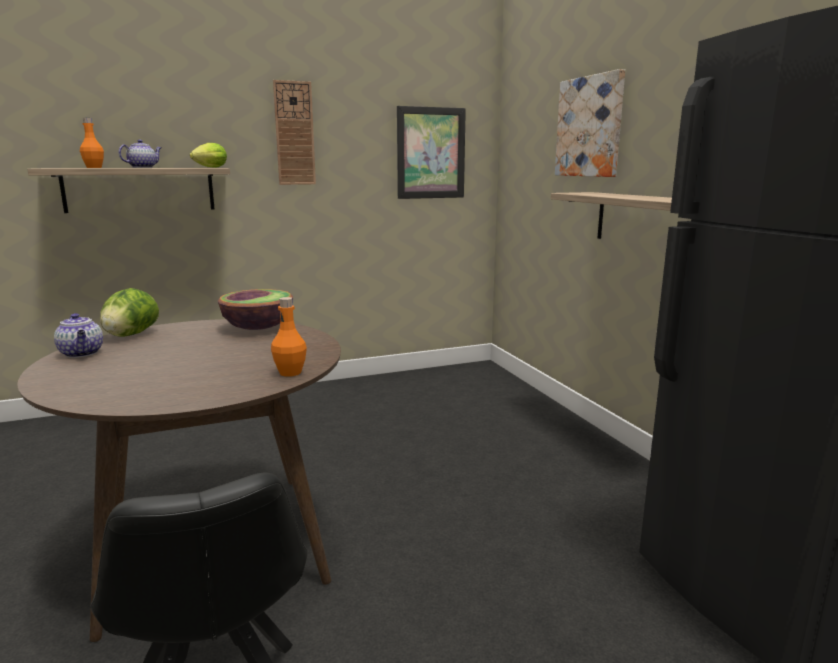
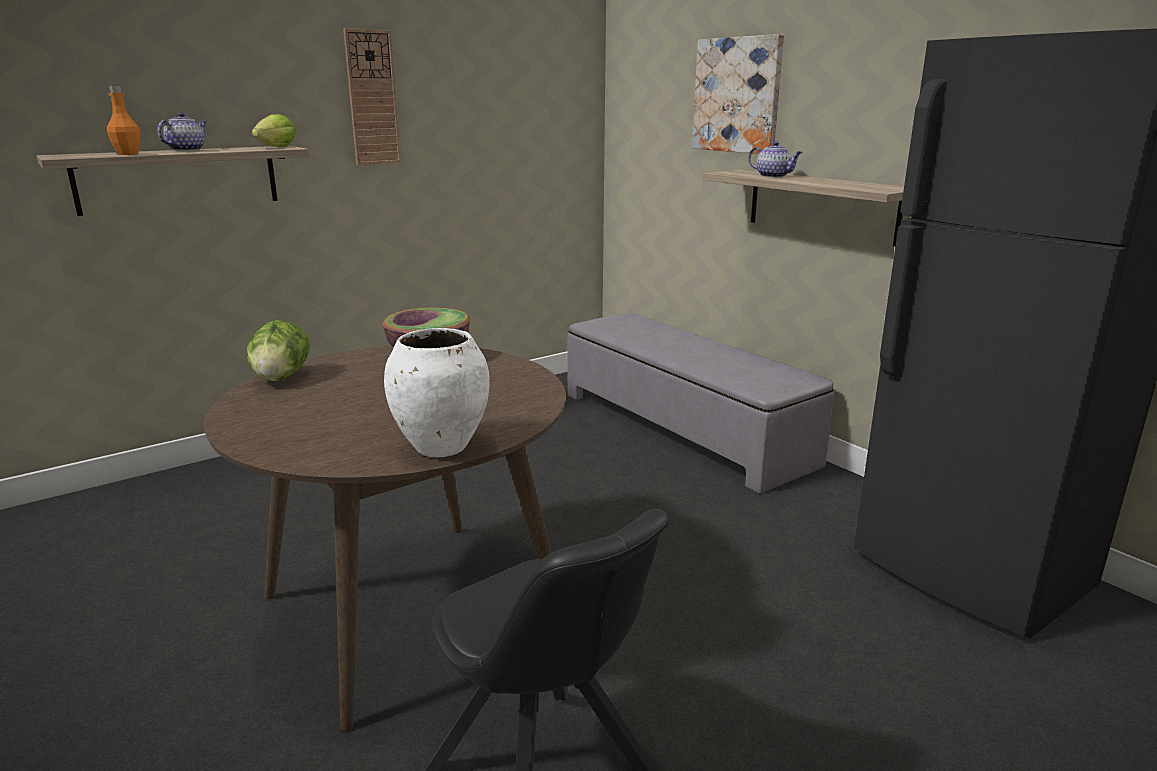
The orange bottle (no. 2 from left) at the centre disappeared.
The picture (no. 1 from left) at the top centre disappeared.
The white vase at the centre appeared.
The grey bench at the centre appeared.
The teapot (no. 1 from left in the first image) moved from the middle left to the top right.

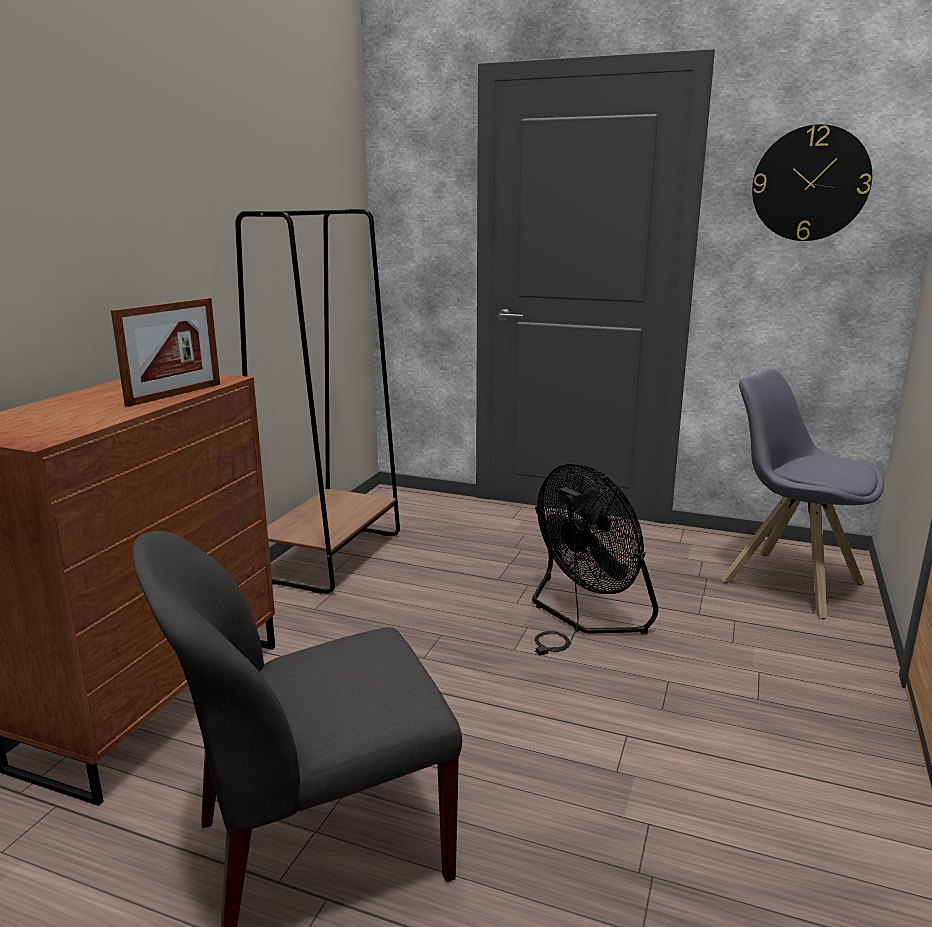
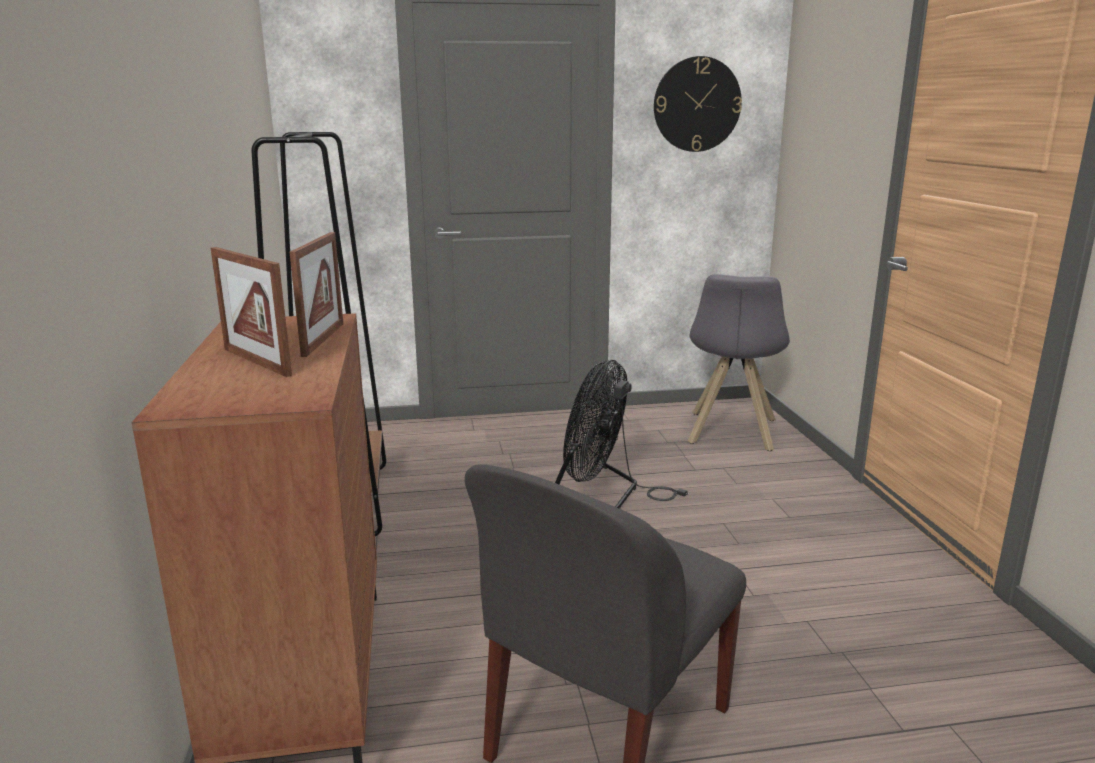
The picture frame (no. 1 from left) at the middle left appeared.
The black fan at the centre turned 90 degrees counterclockwise.
The grey chair (no. 2 from left) at the middle right turned 90 degrees counterclockwise.

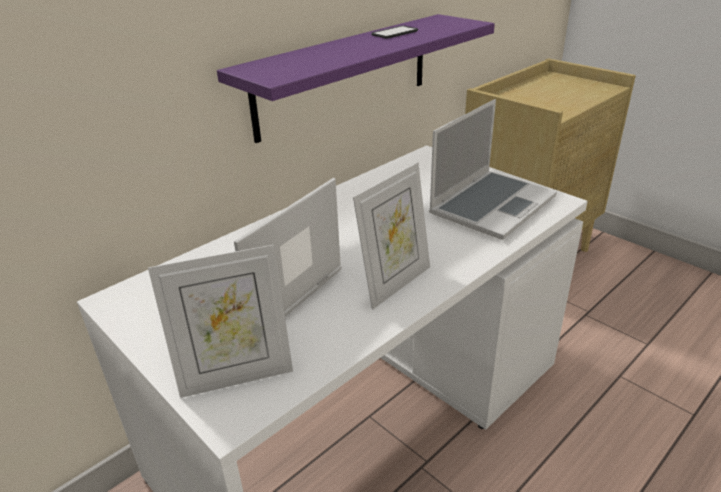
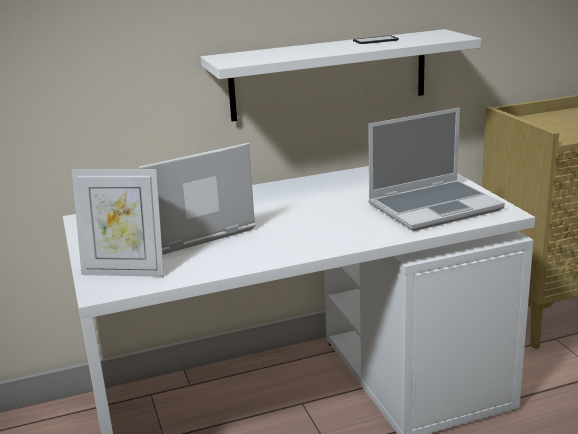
The picture frame (no. 2 from left) at the centre disappeared.
The purple shelf at the top centre became the white shelf at the top centre.

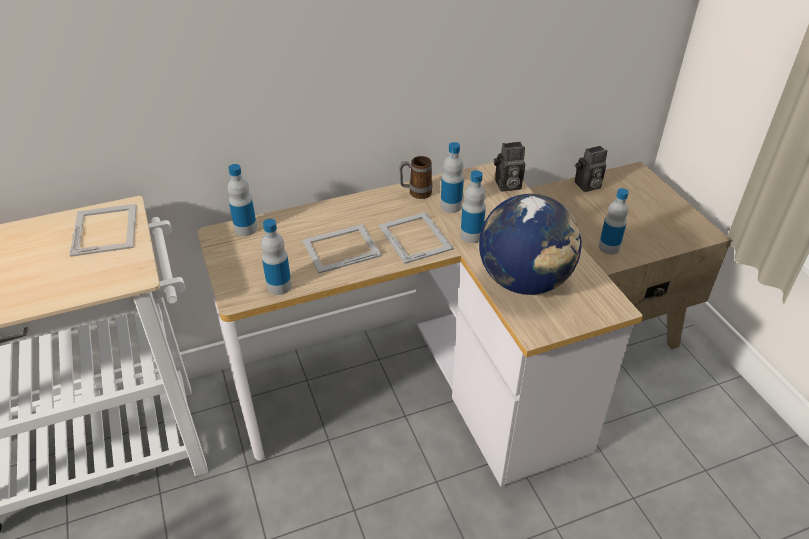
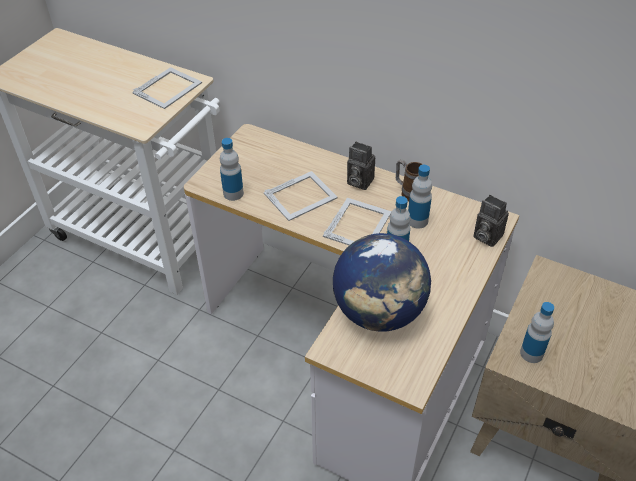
The bottle (no. 1 from left) at the middle left disappeared.
The photo camera (no. 2 from left in the first image) moved from the top right to the centre.
The picture frame (no. 2 from left) at the centre turned 120 degrees clockwise.

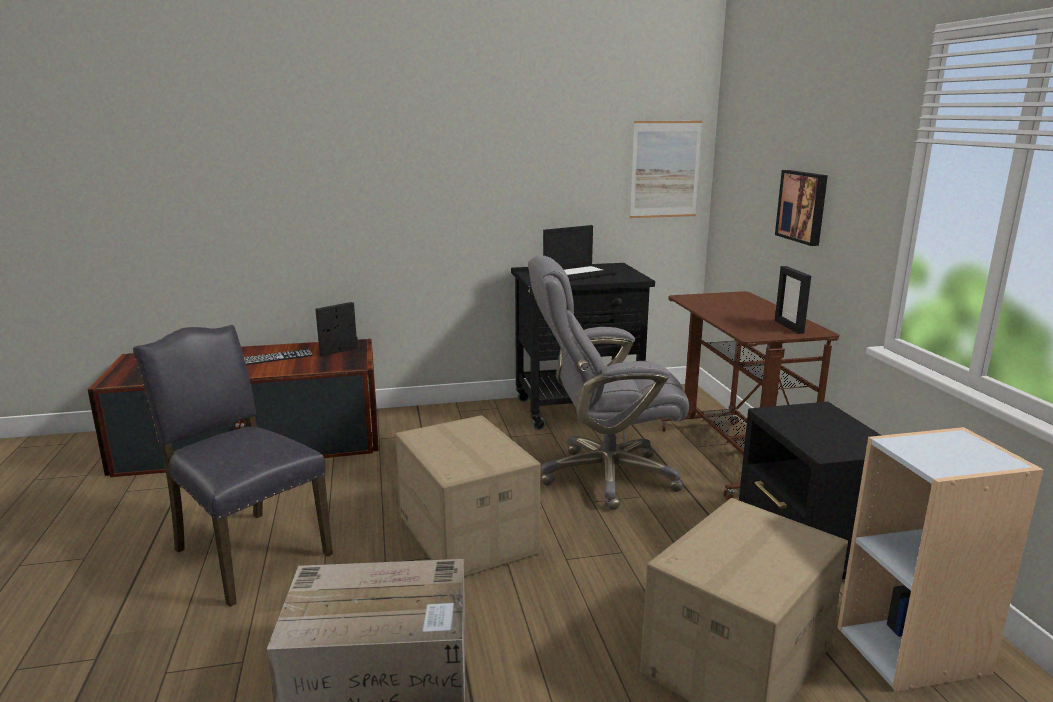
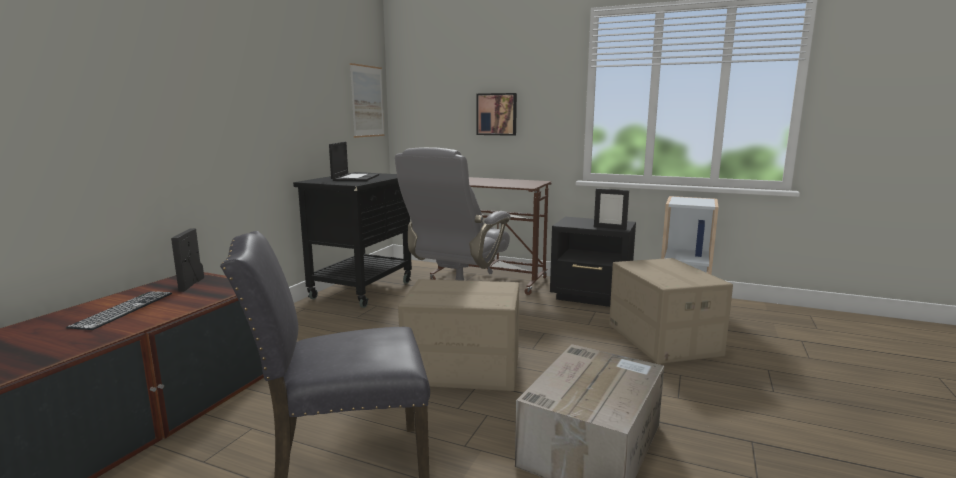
The picture frame (no. 2 from left) moved from the middle right to the centre.

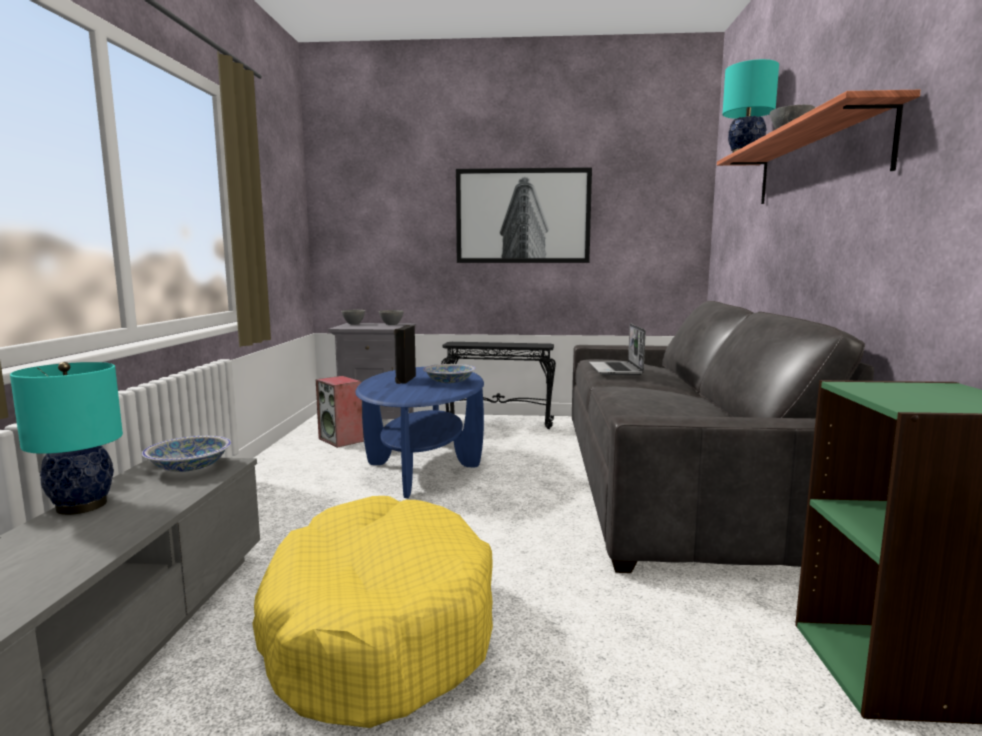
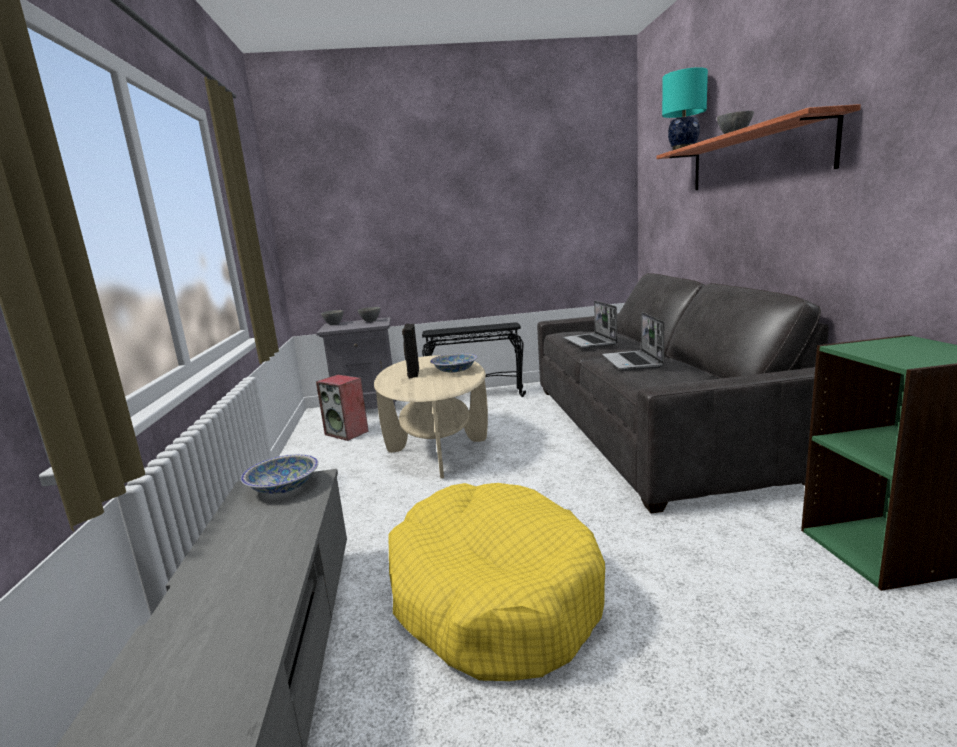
The turquoise table lamp (no. 1 from left) at the middle left disappeared.
The picture at the top centre disappeared.
The laptop (no. 2 from left) at the centre appeared.
The blue coffee table at the centre became the beige coffee table at the centre.

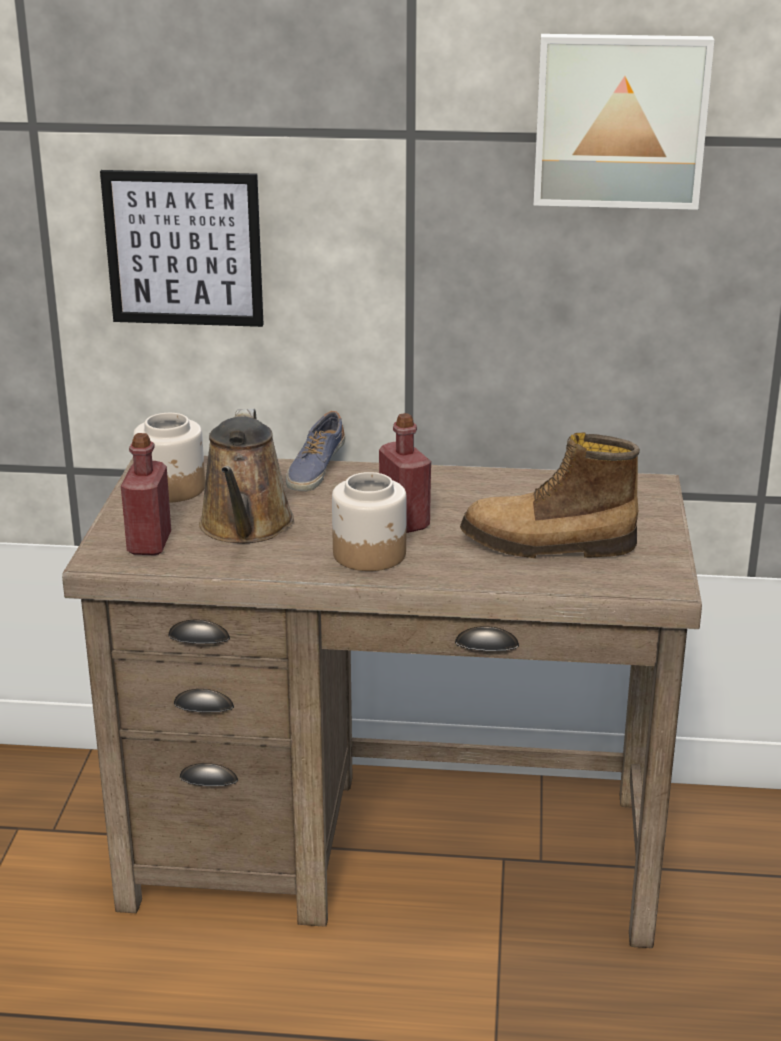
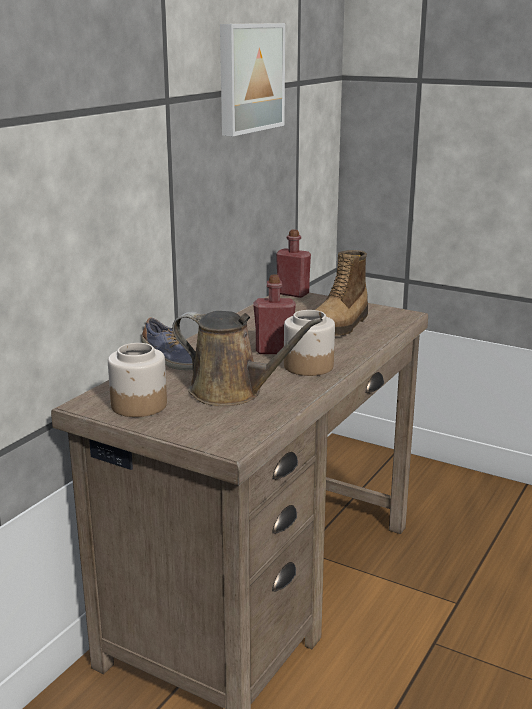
The picture (no. 1 from left) at the top left disappeared.
The red bottle (no. 1 from left in the first image) moved from the middle left to the centre.

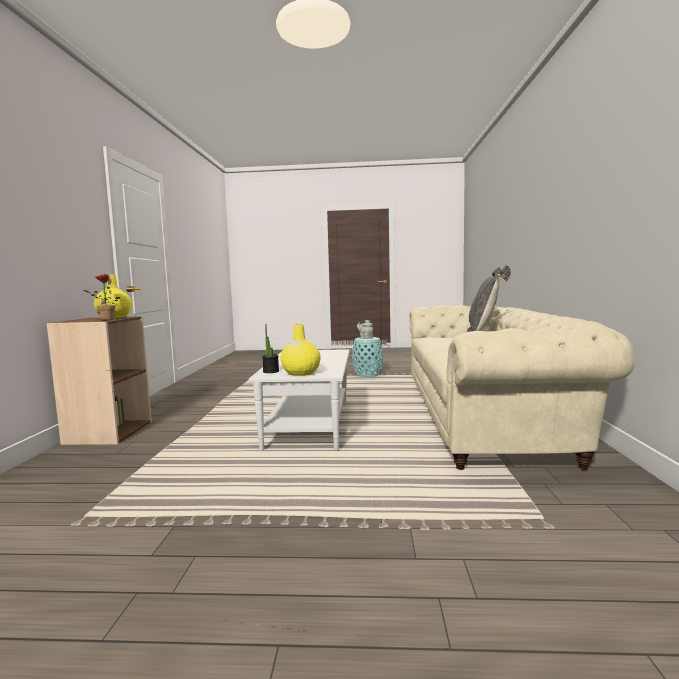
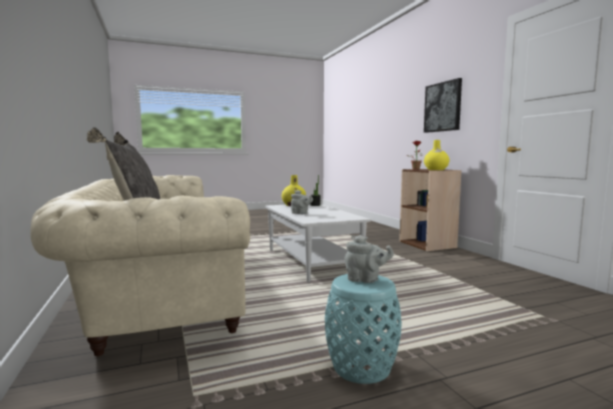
The grey teapot (no. 1 from left) at the centre appeared.
The picture at the top right appeared.

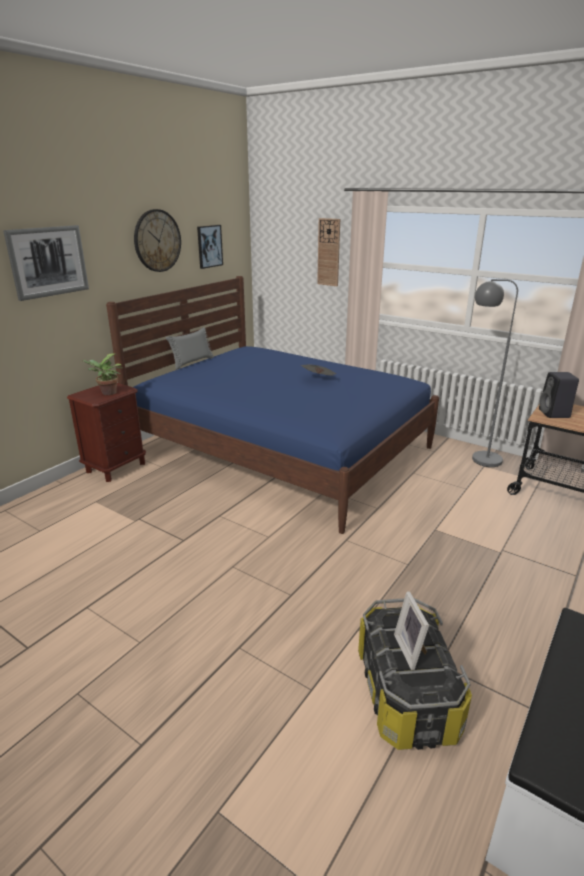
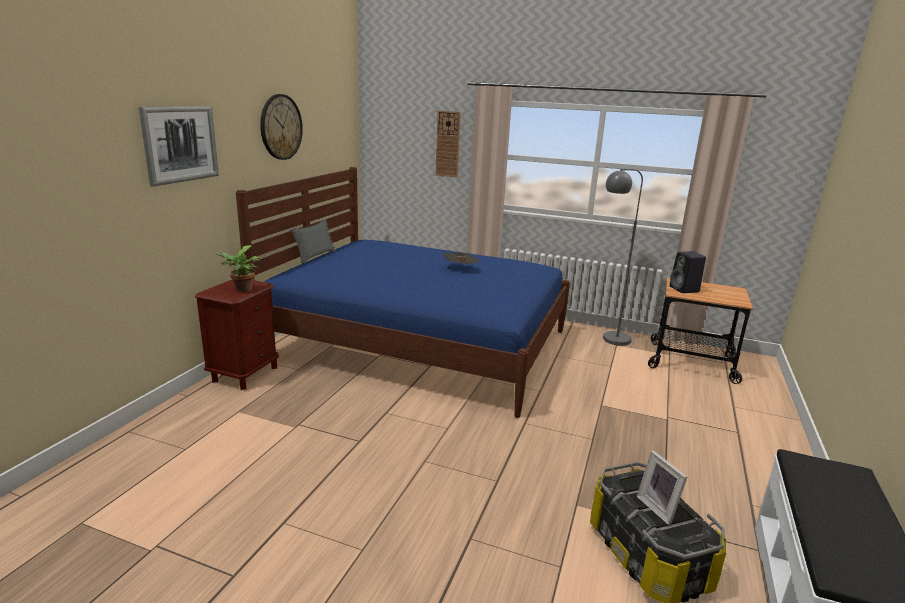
The picture (no. 2 from left) at the top centre disappeared.

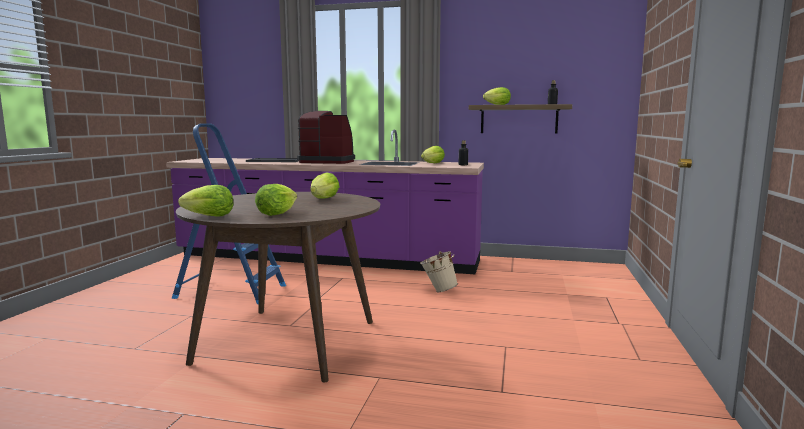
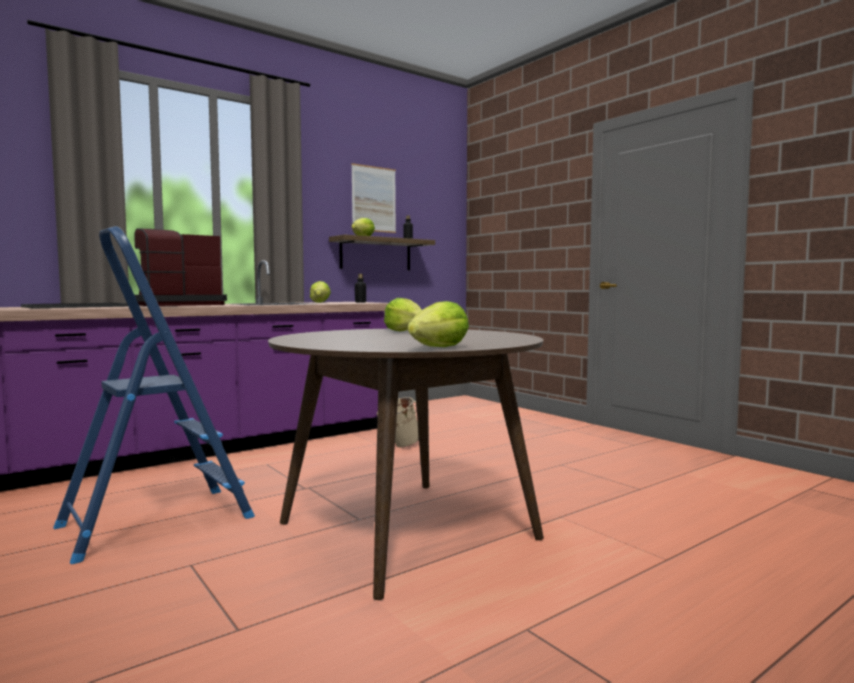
The lettuce (no. 2 from left) at the centre disappeared.
The picture at the top centre appeared.

